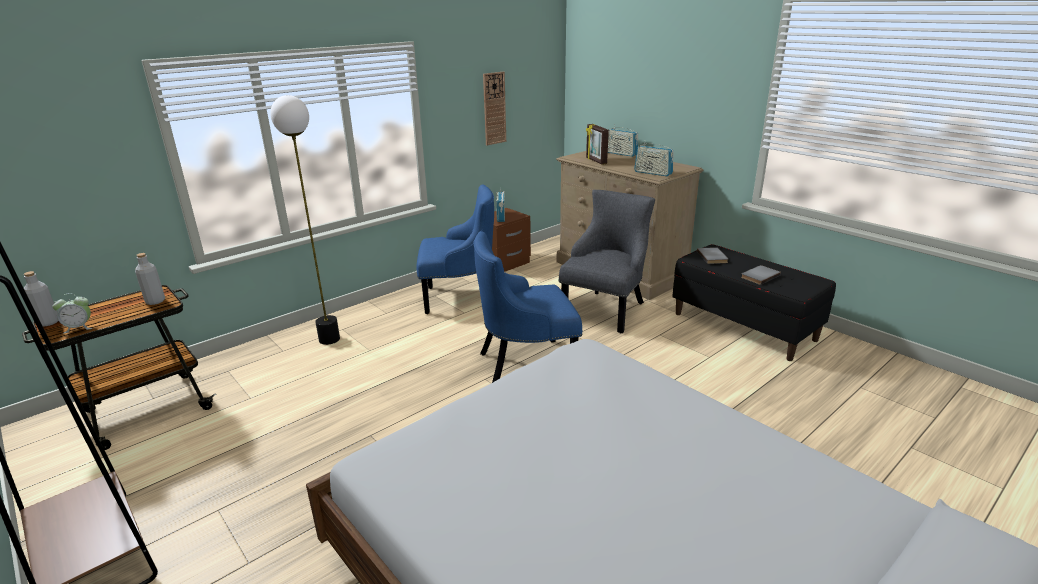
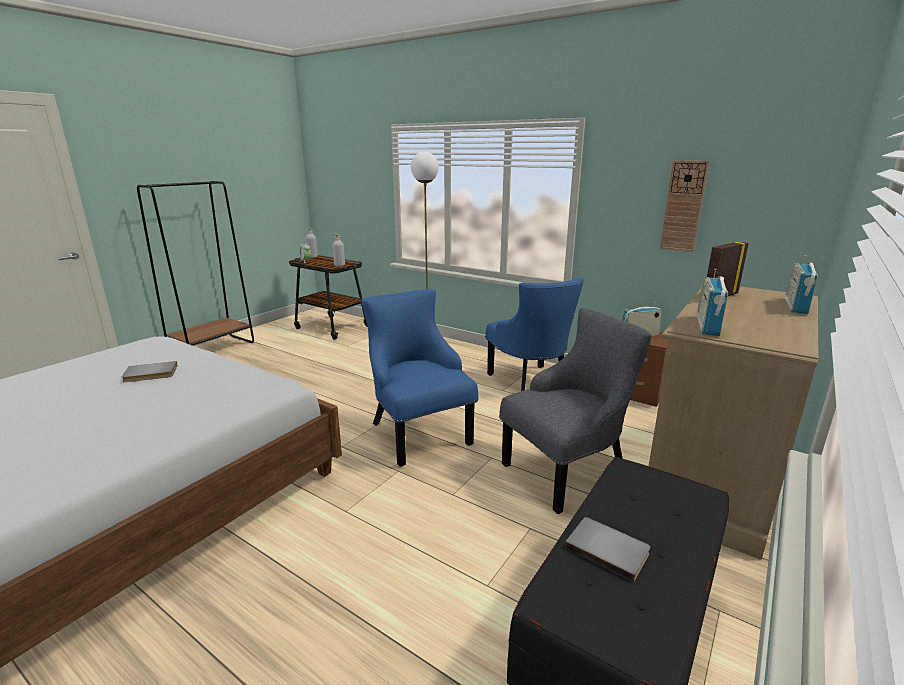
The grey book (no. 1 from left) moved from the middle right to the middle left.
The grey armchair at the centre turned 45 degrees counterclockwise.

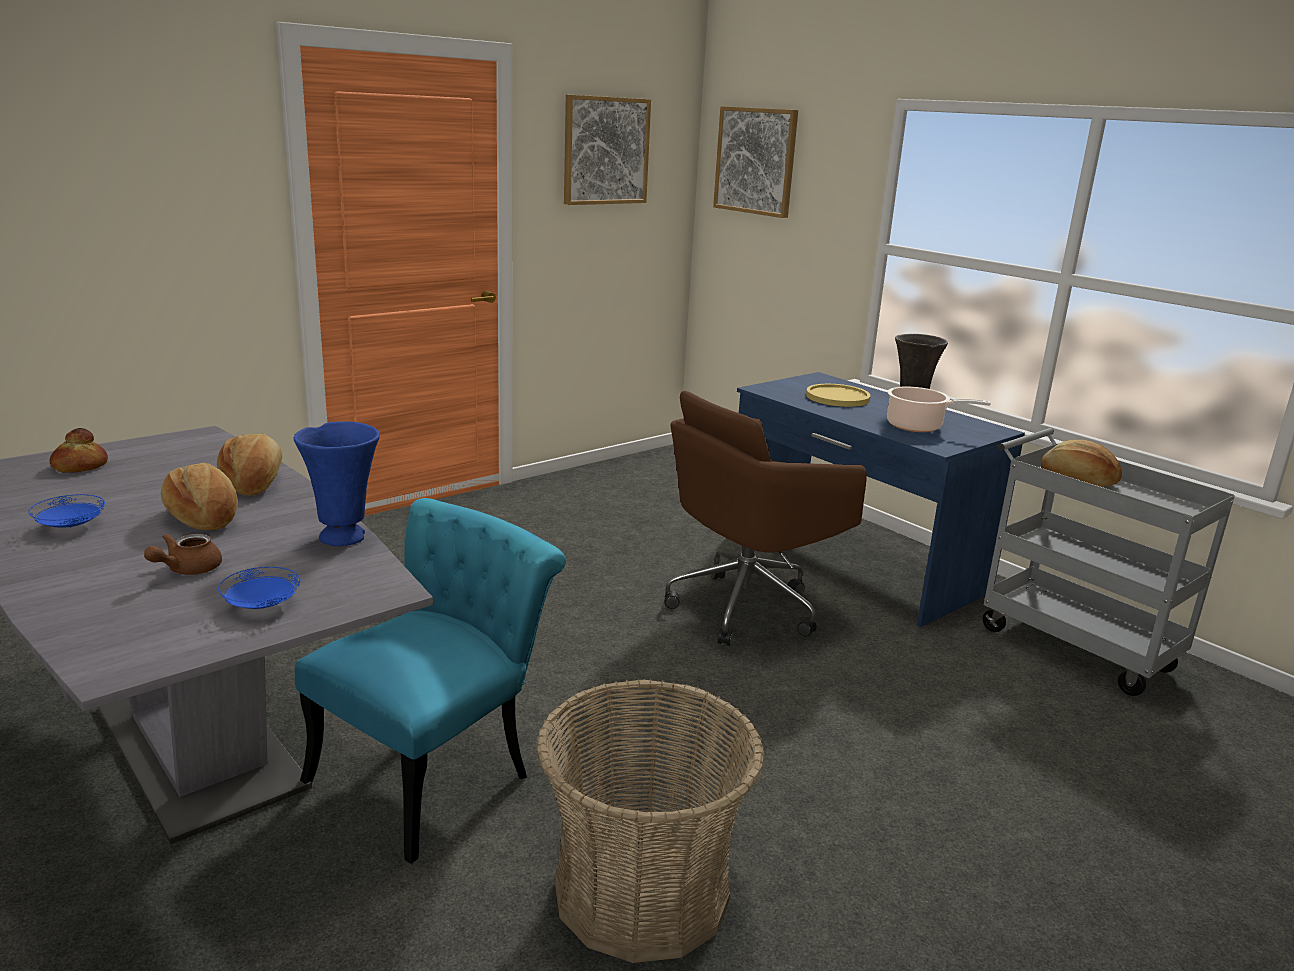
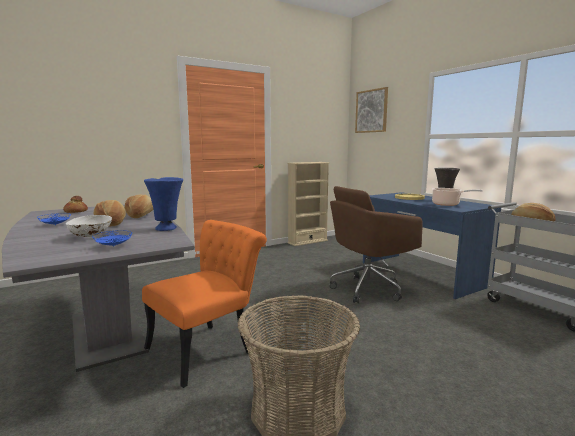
The picture (no. 1 from left) at the top centre disappeared.
The beige bookcase at the centre appeared.
The brown teapot at the middle left was replaced by the white bowl at the middle left.
The turquoise chair at the bottom left became the orange chair at the bottom centre.

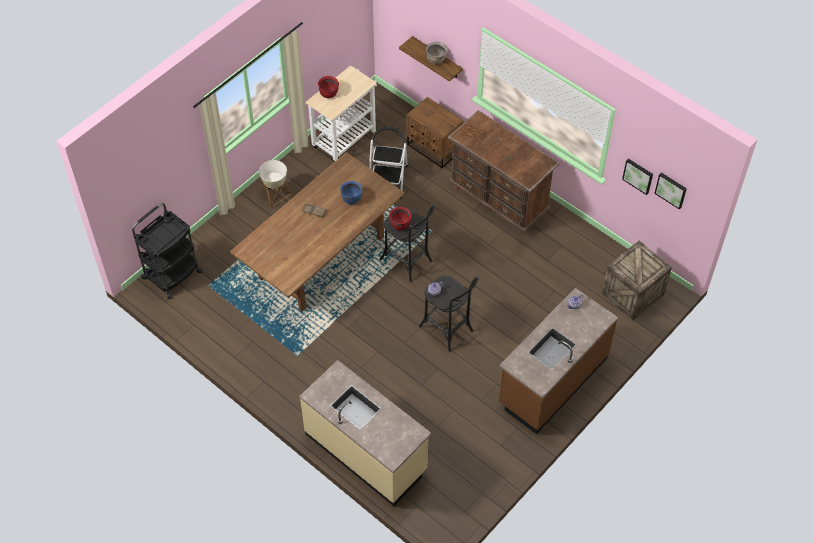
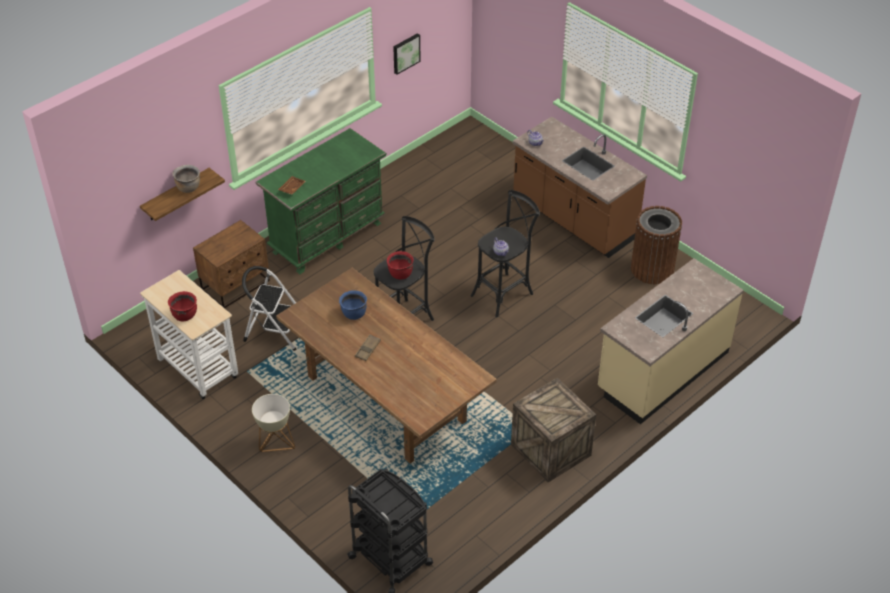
The picture (no. 2 from left) at the middle right disappeared.
The brown trash can at the middle right appeared.
The crate moved from the middle right to the bottom centre.
The brown dresser at the top centre became the green dresser at the centre.

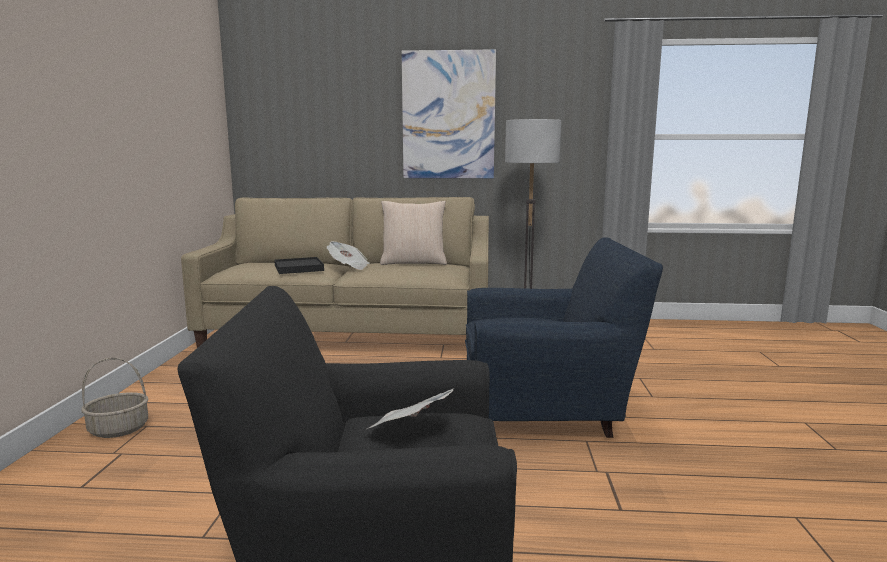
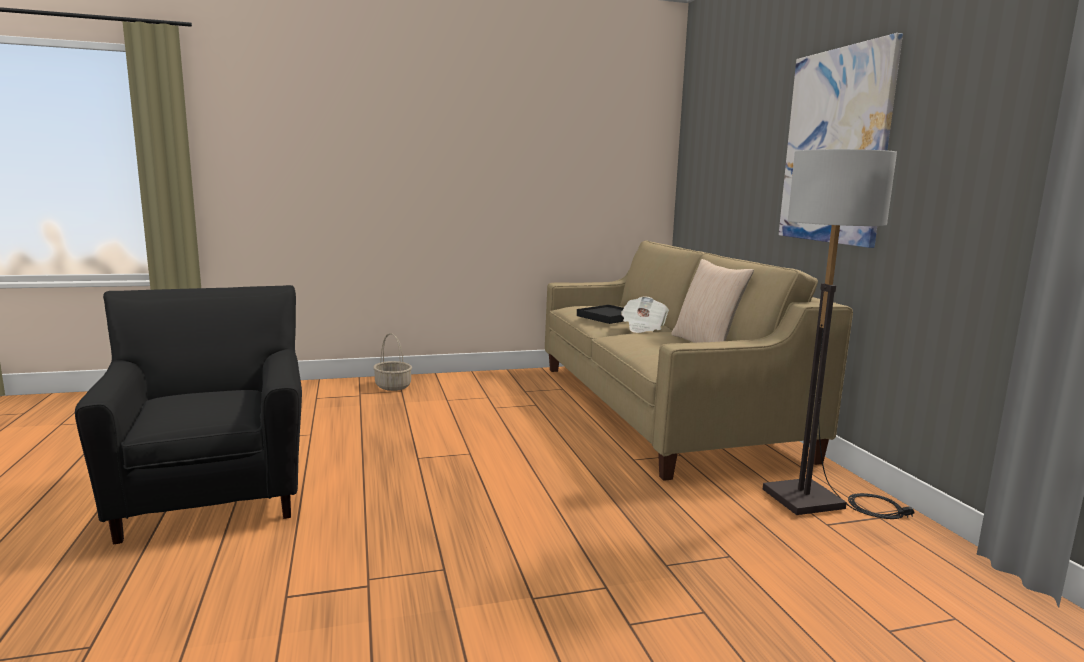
The newspaper (no. 2 from left) at the bottom centre disappeared.
The blue armchair at the centre disappeared.

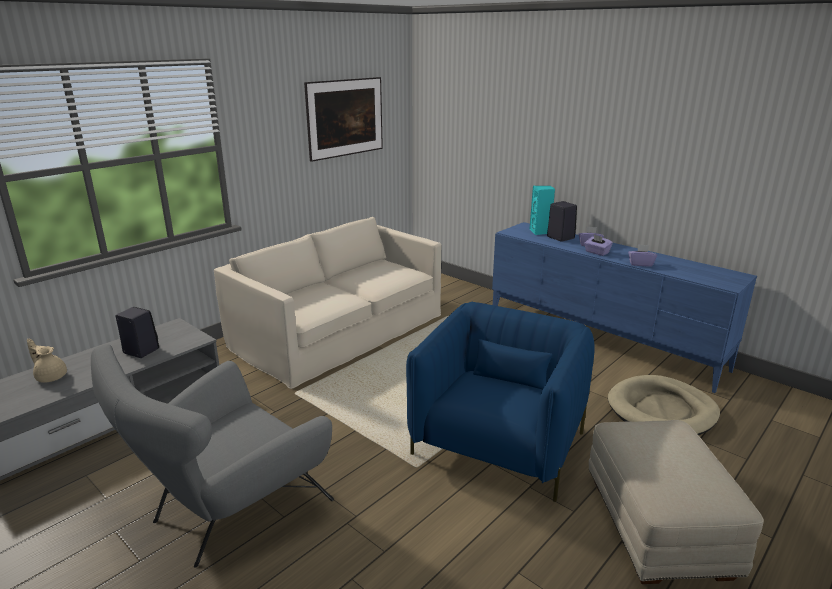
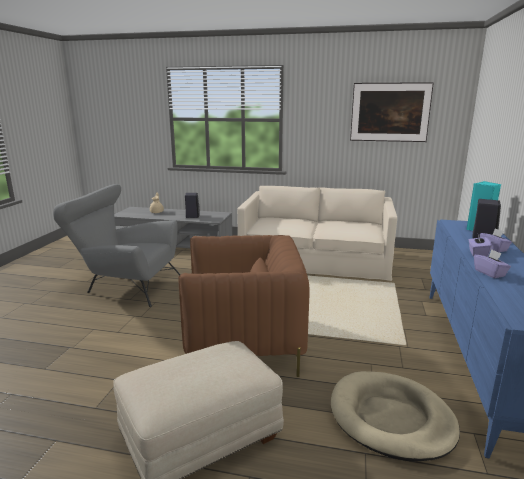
The blue armchair at the bottom centre became the brown armchair at the centre.

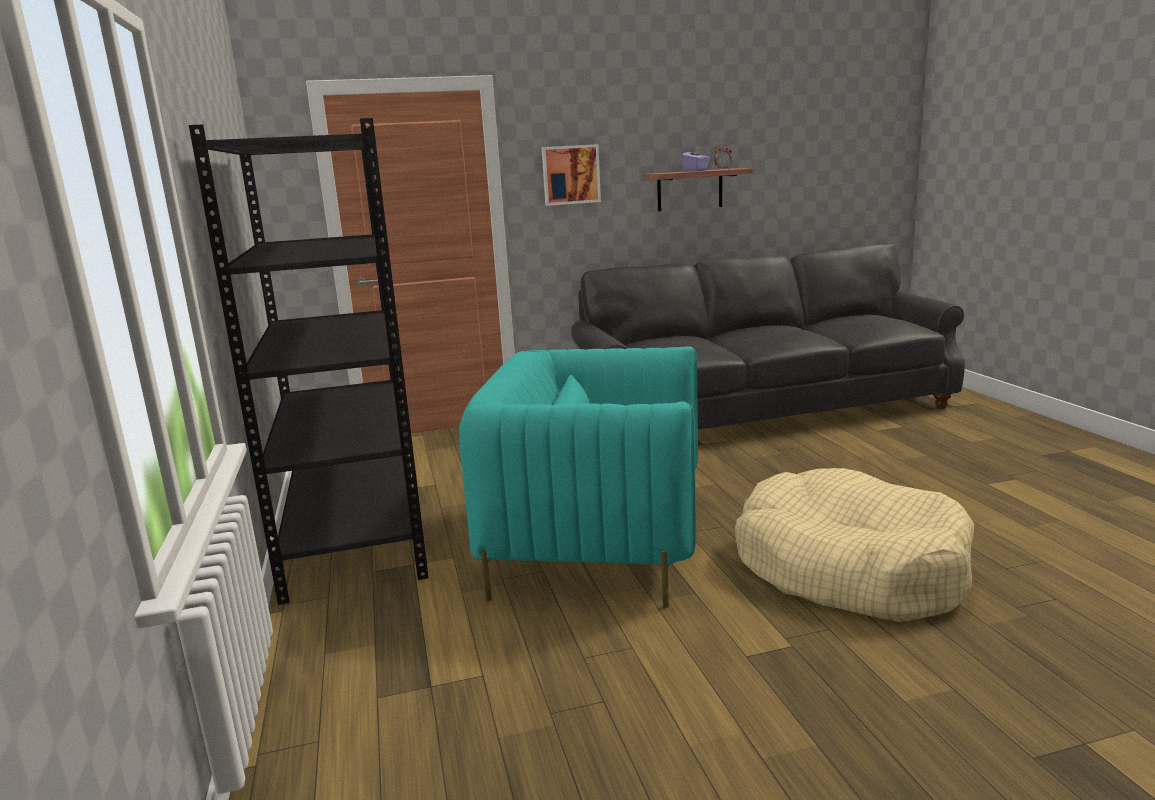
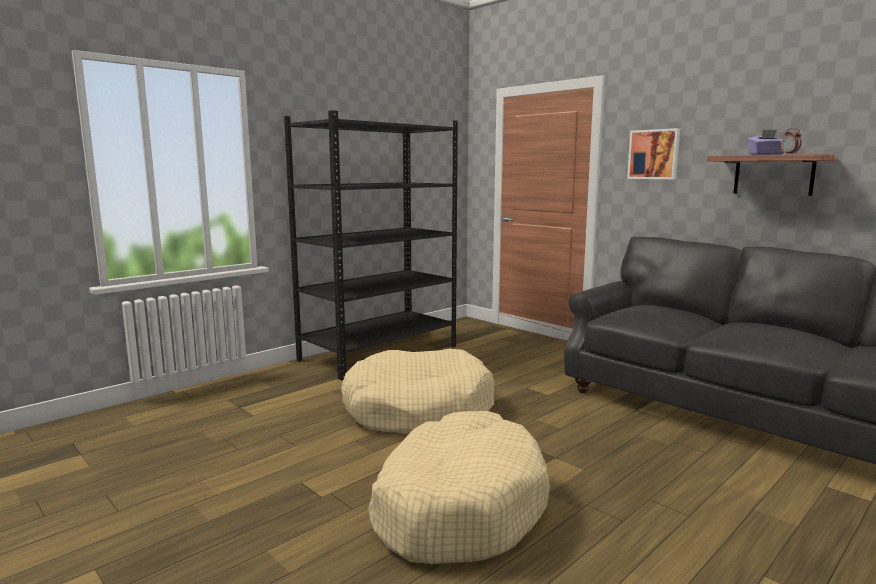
The turquoise armchair at the centre was replaced by the beige dog bed (no. 1 from left) at the bottom centre.

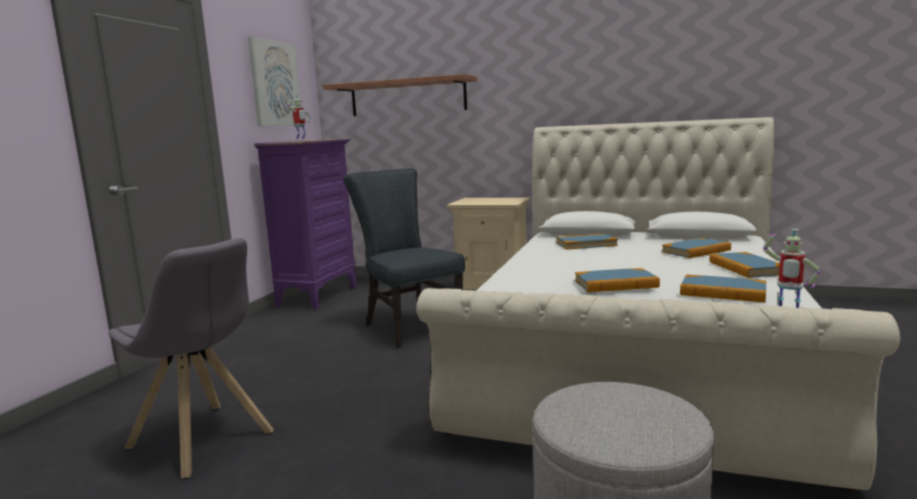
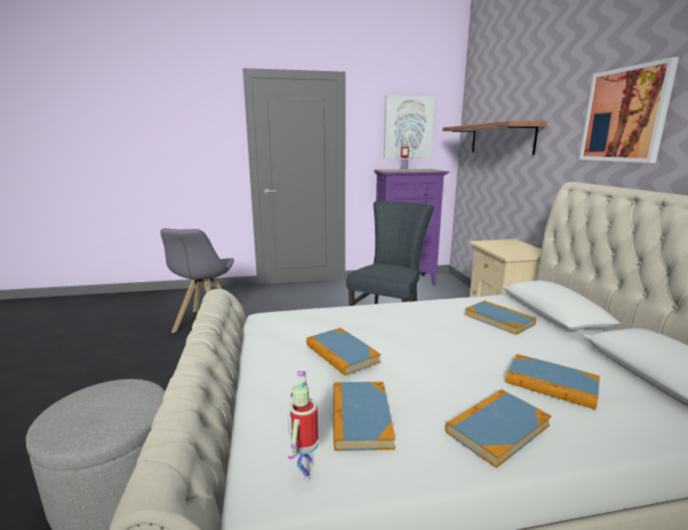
The picture (no. 2 from left) at the top right appeared.

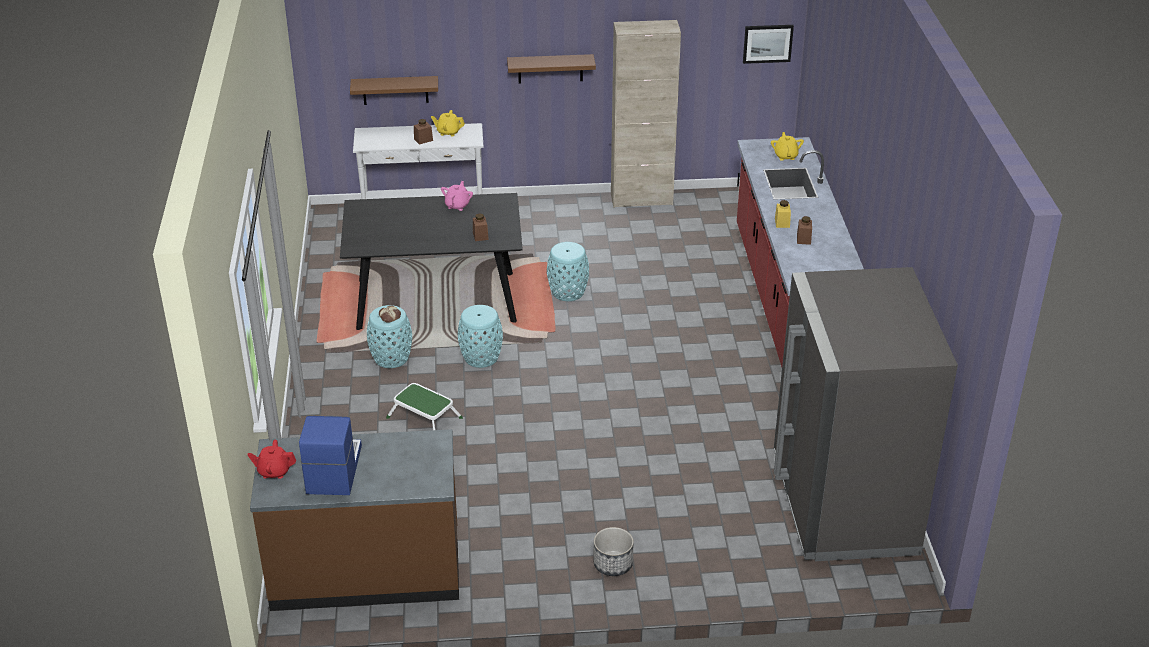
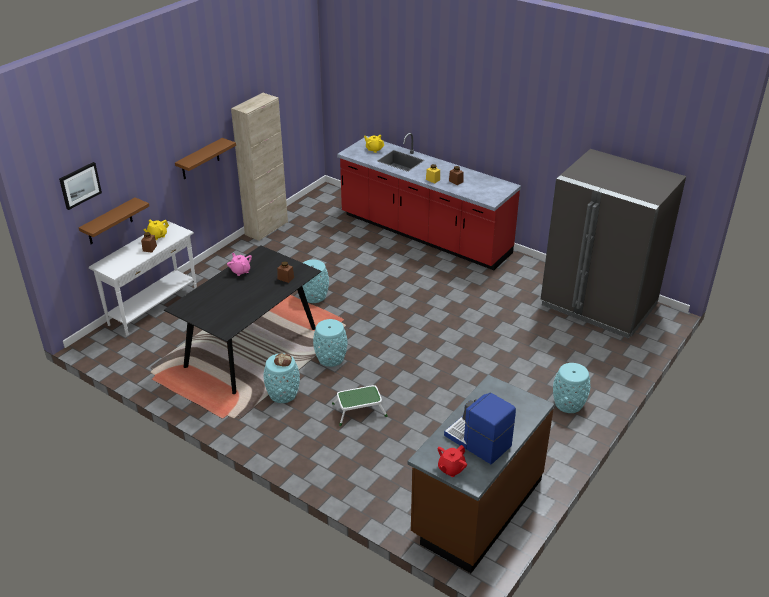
The picture moved from the top right to the top left.
The planter at the bottom centre was replaced by the turquoise stool (no. 4 from left) at the middle right.

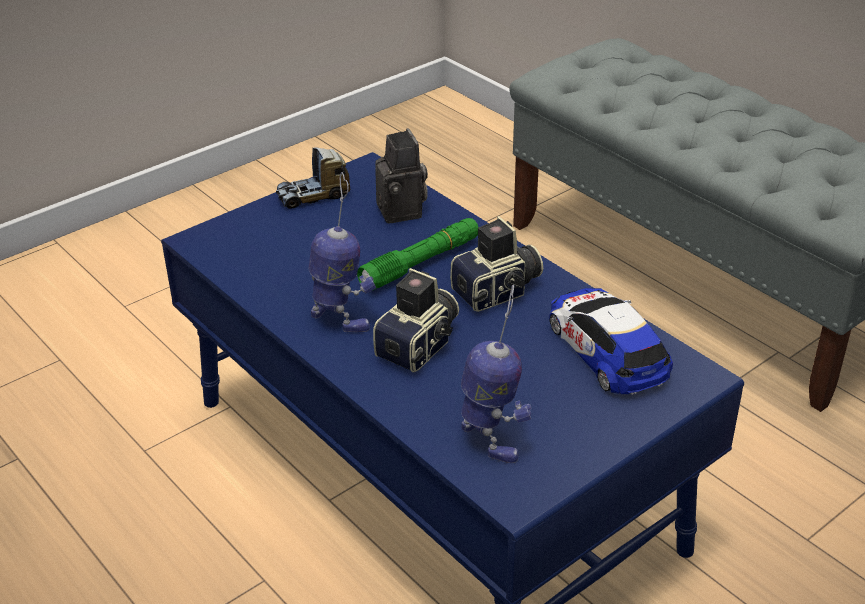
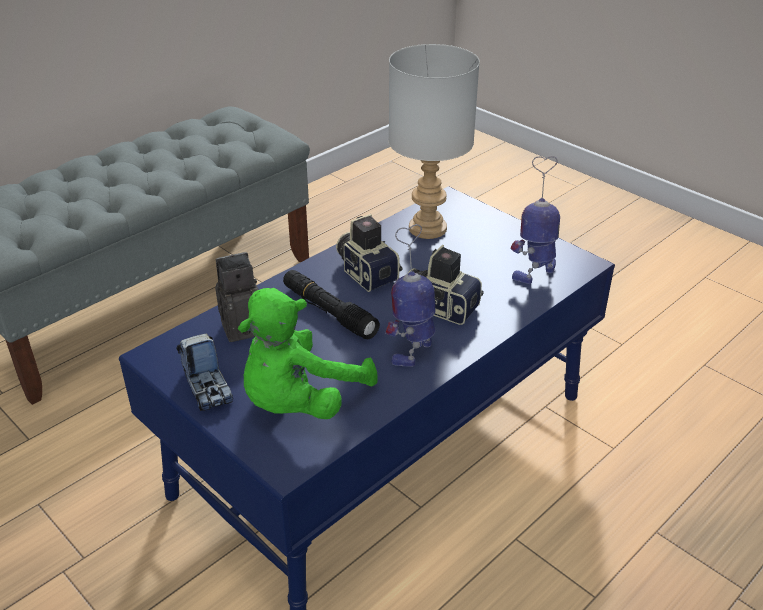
The green plush toy at the centre appeared.
The toy car at the middle right was replaced by the grey table lamp at the top centre.
The green flashlight at the centre became the black flashlight at the centre.

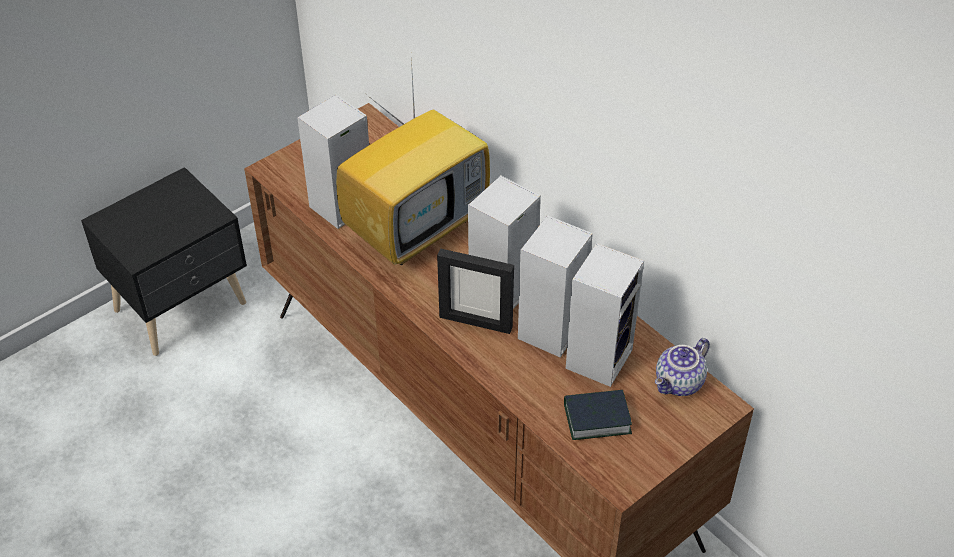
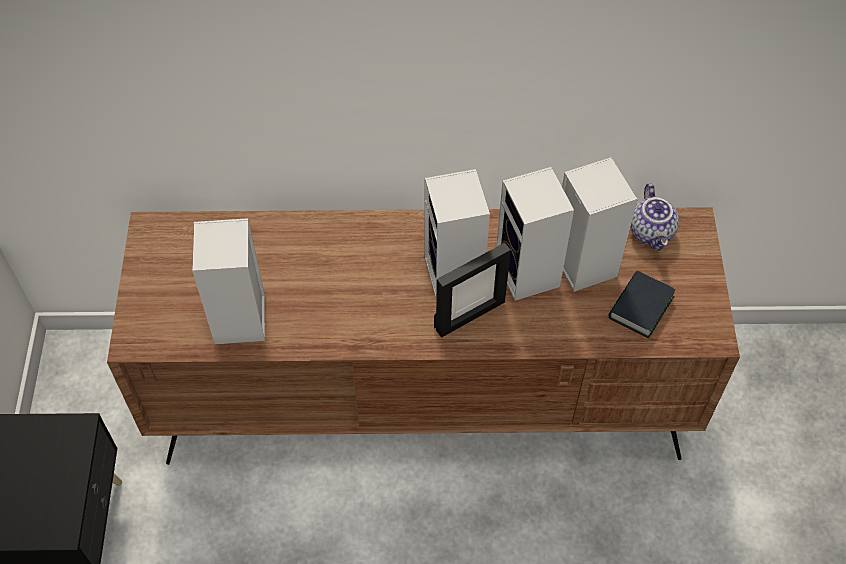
The television at the top centre disappeared.

